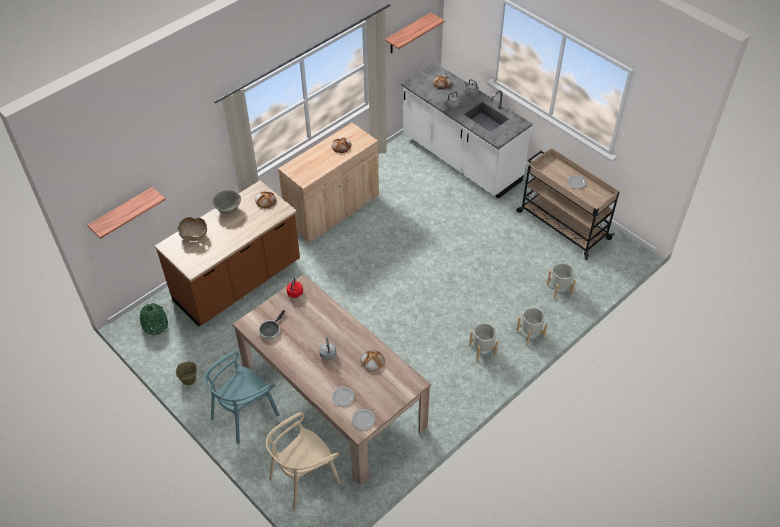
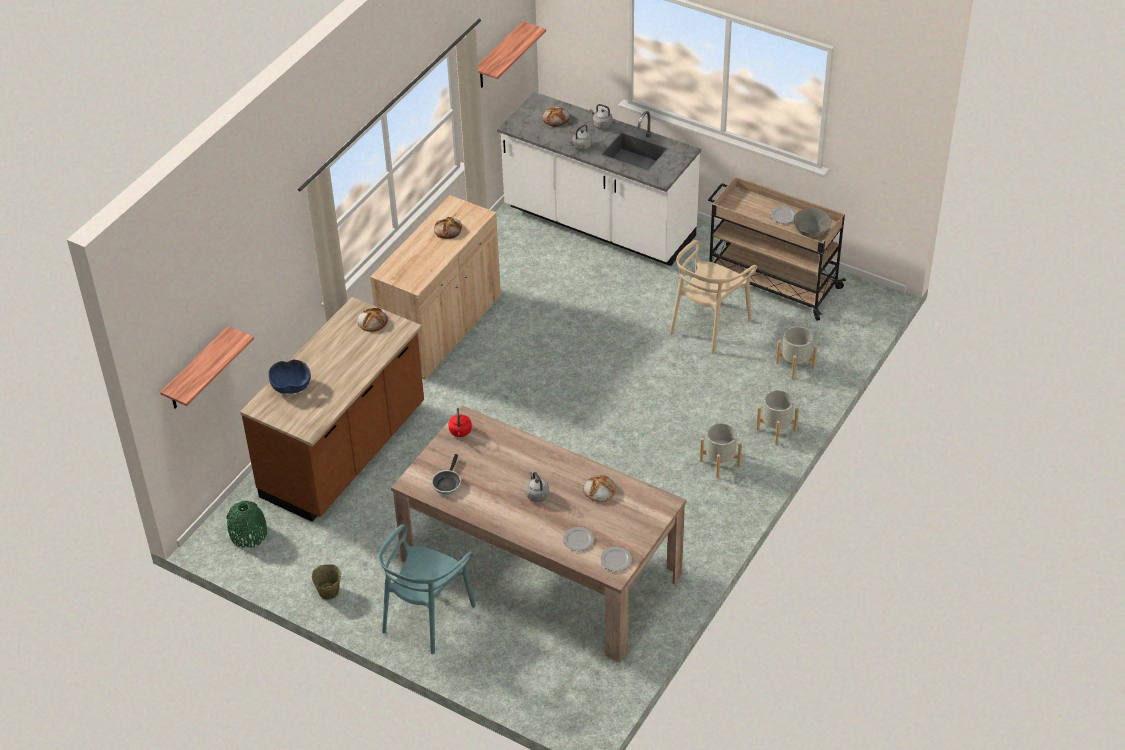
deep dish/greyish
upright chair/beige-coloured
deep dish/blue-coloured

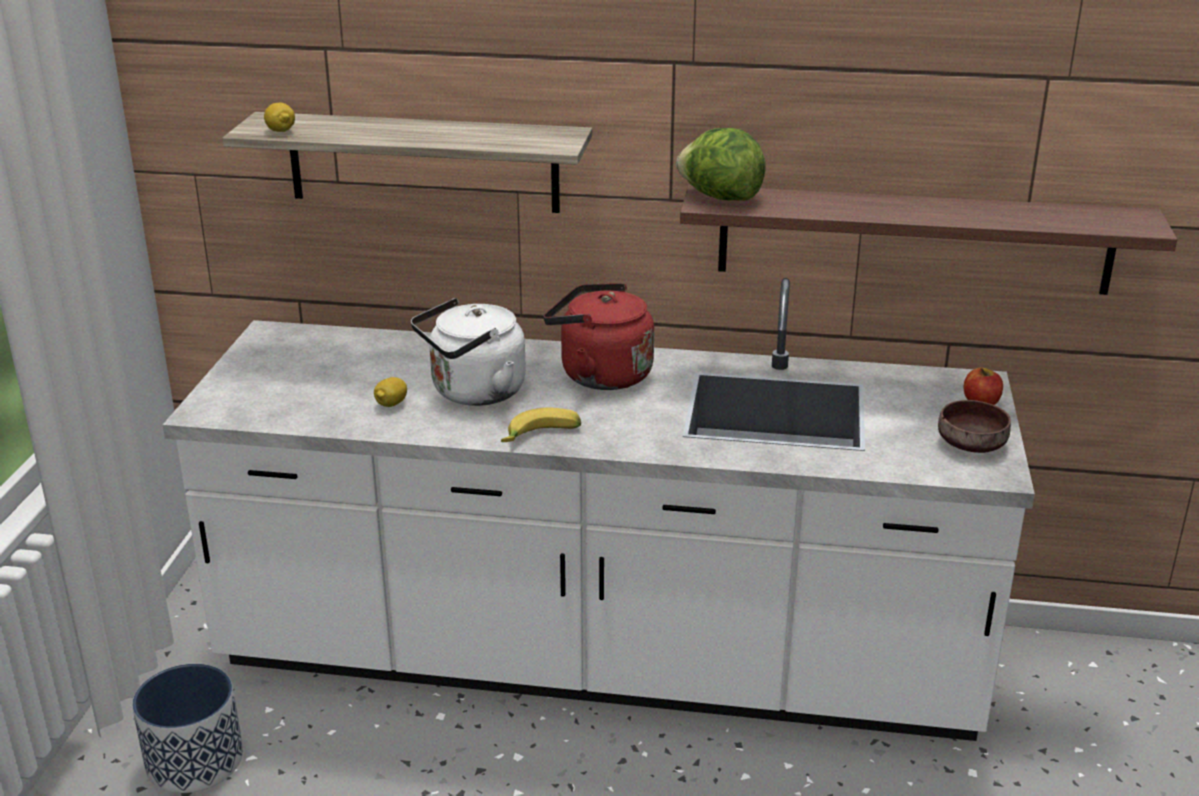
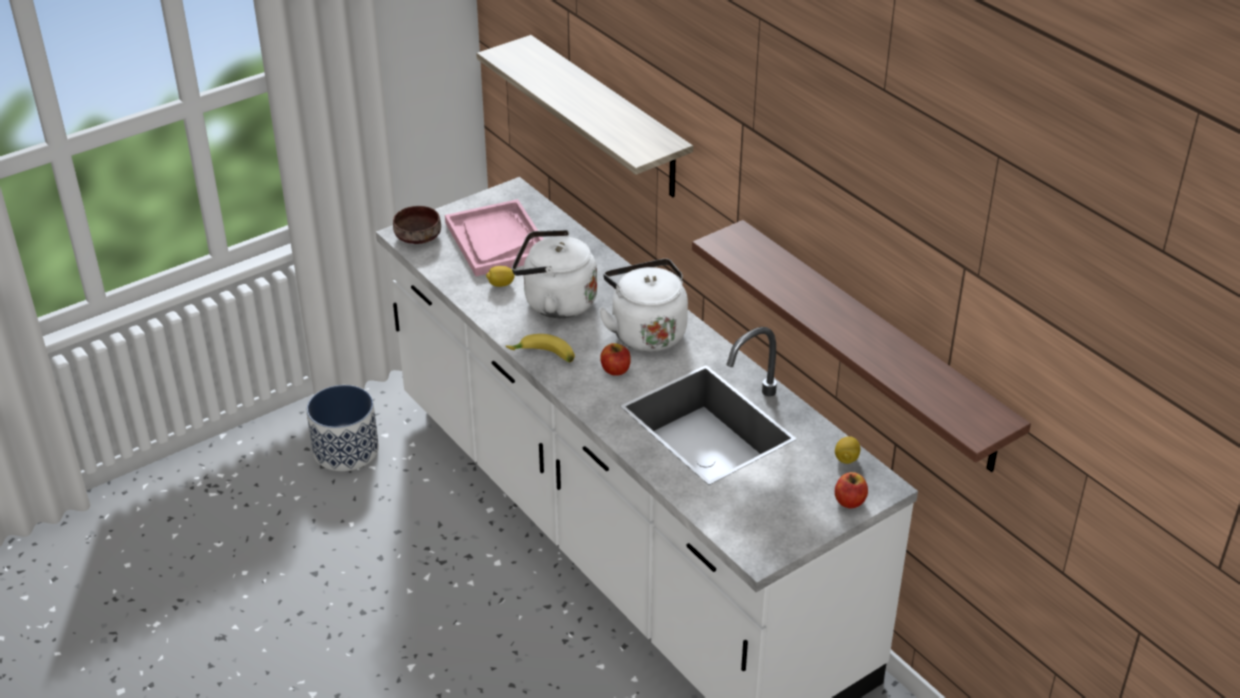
lettuce head
tray/pinkish
apple (no. 1 from left)
whole lemon (no. 2 from left)
deep dish/brown-coloured
kettle/white (no. 2 from left)

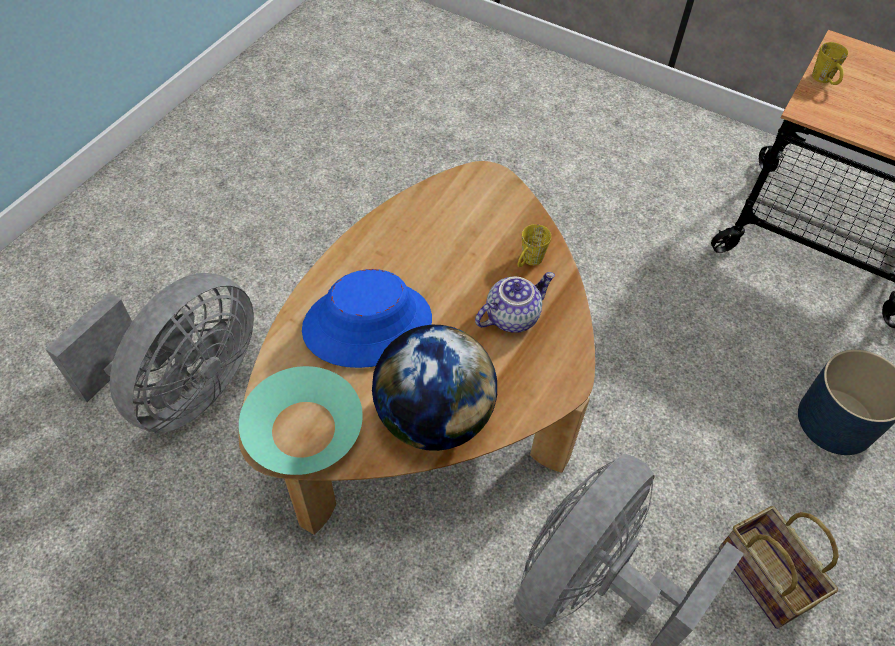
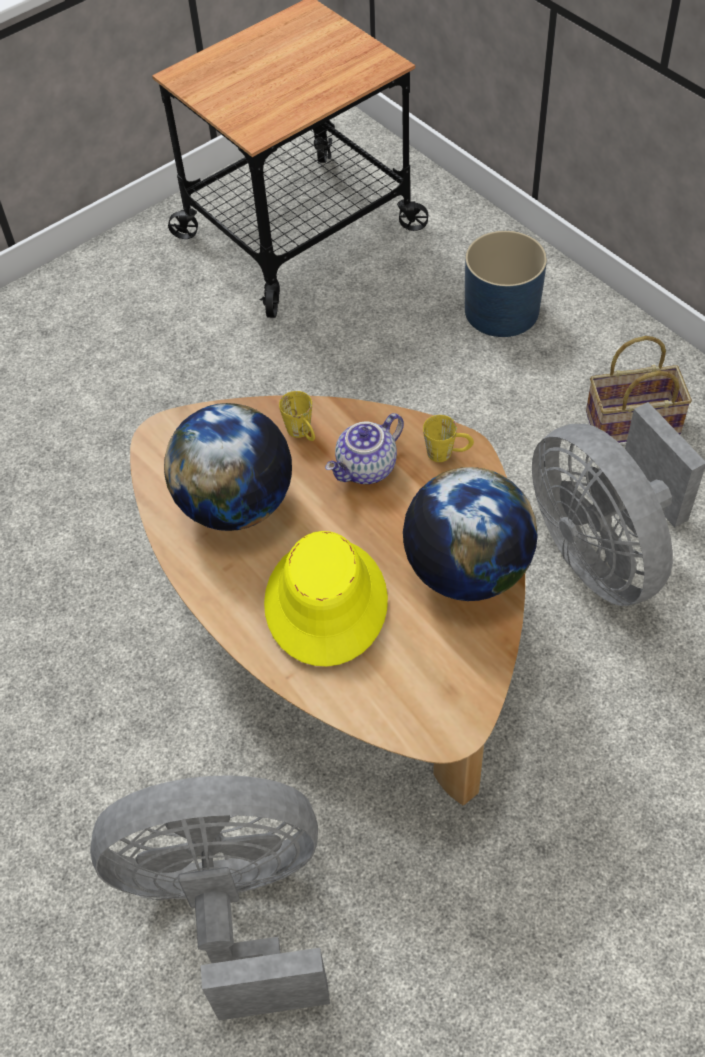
deep dish/turquoise
world globe (no. 1 from left)
mug/yellow-coloured (no. 2 from left)
clothing hat/yellow-coloured
fan/greyish (no. 1 from left)
tea pot

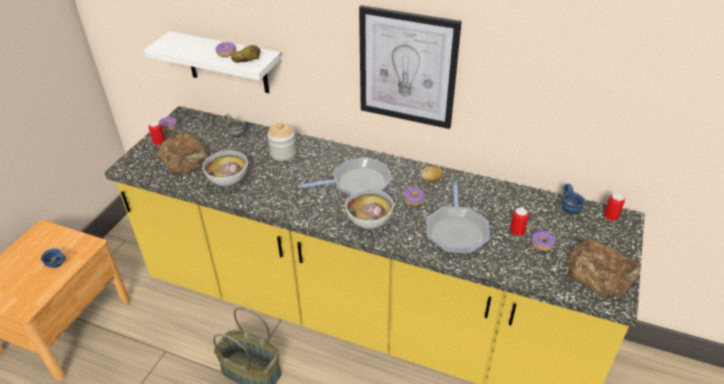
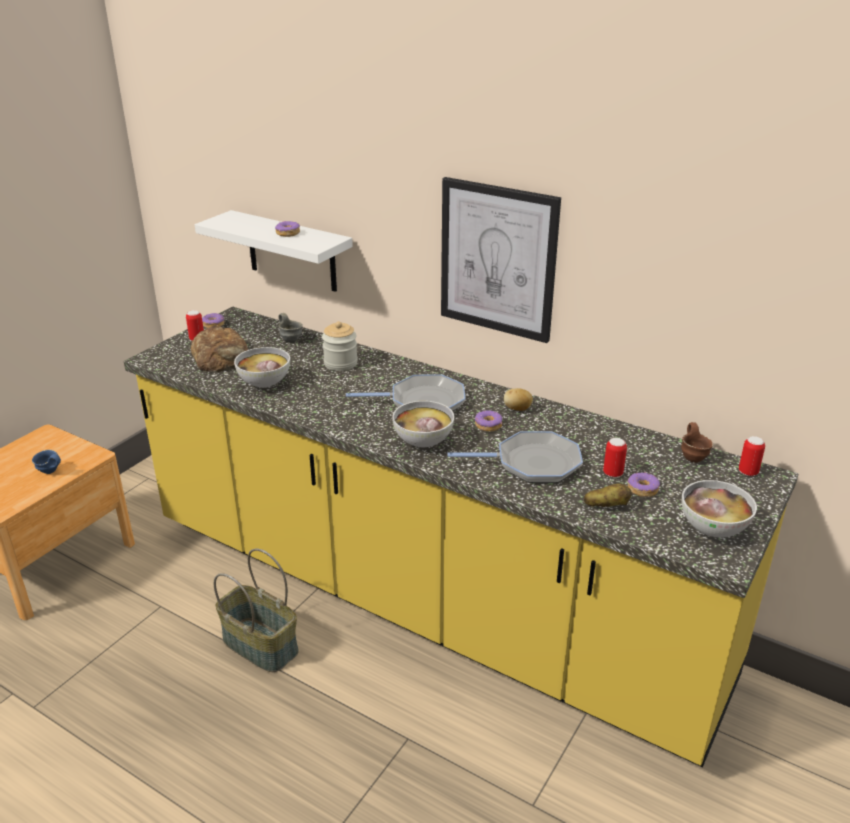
whole potato (no. 2 from left)
deep dish (no. 3 from left)
mug/brown-coloured
frying pan (no. 2 from left)

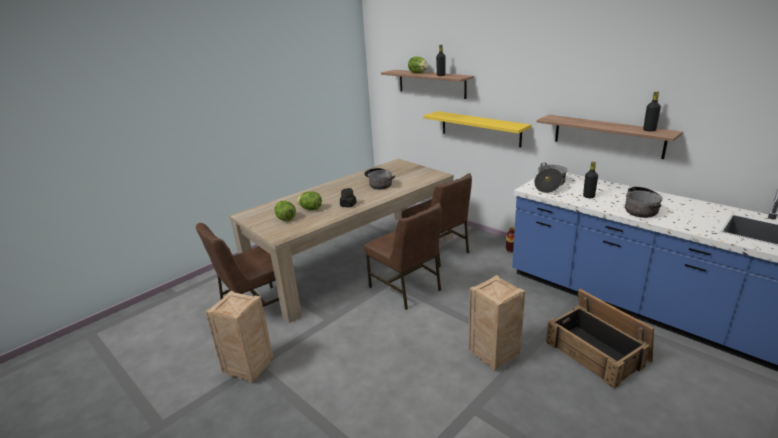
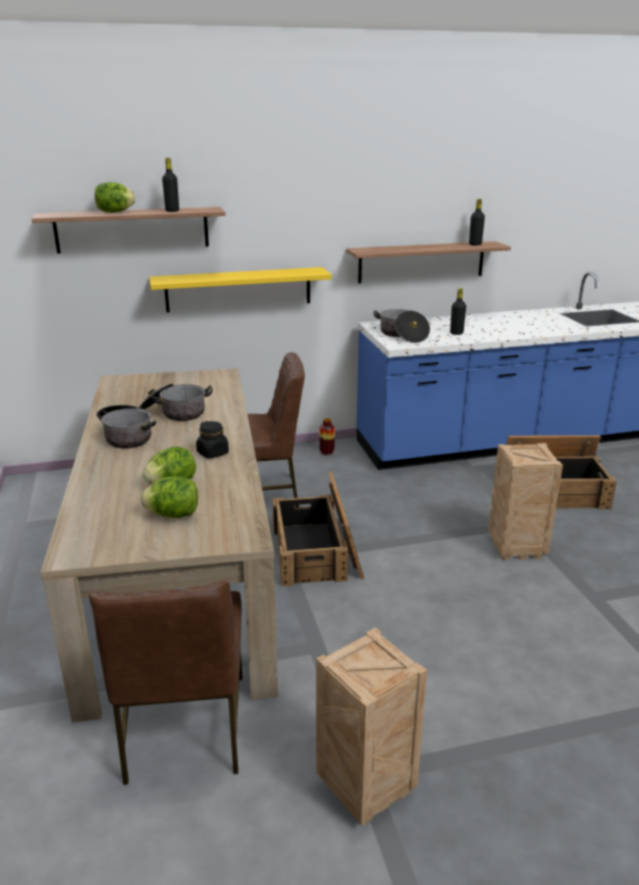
cooking pot (no. 1 from left)
packing crate (no. 1 from left)

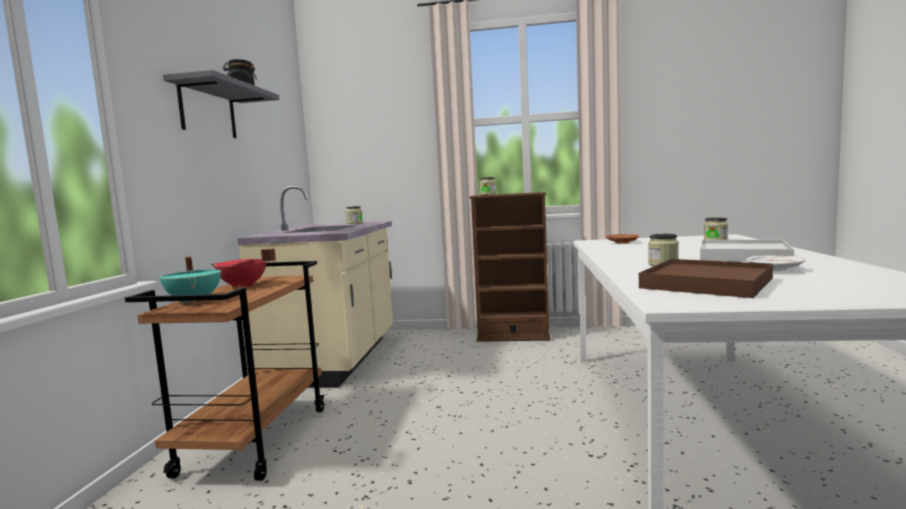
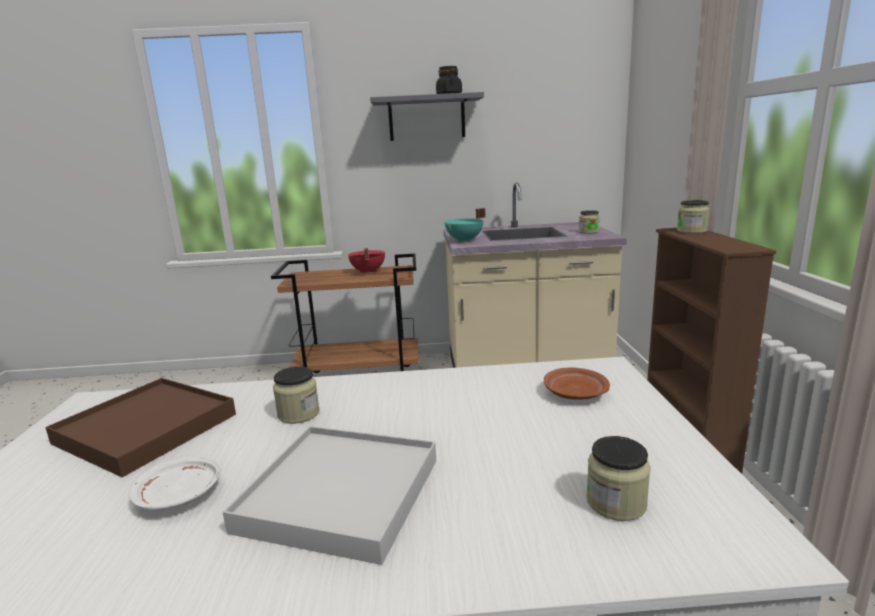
cooking pot/turquoise

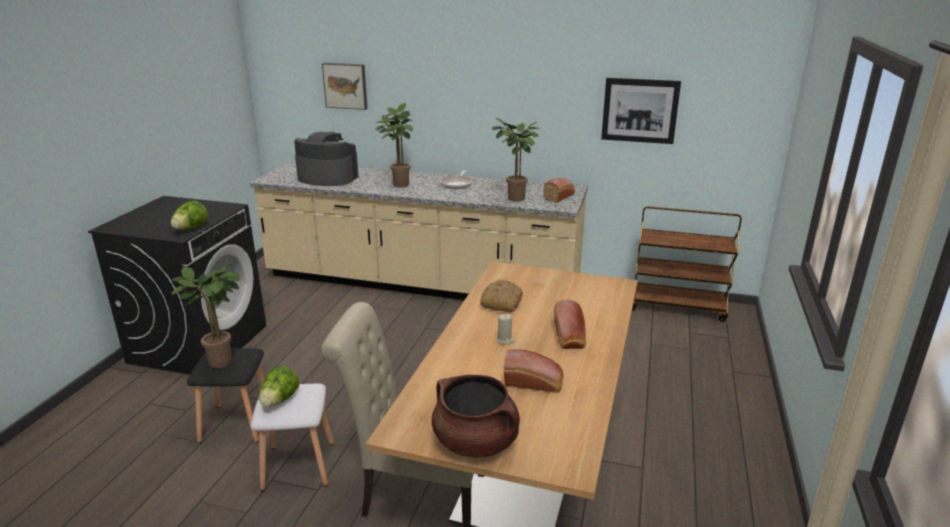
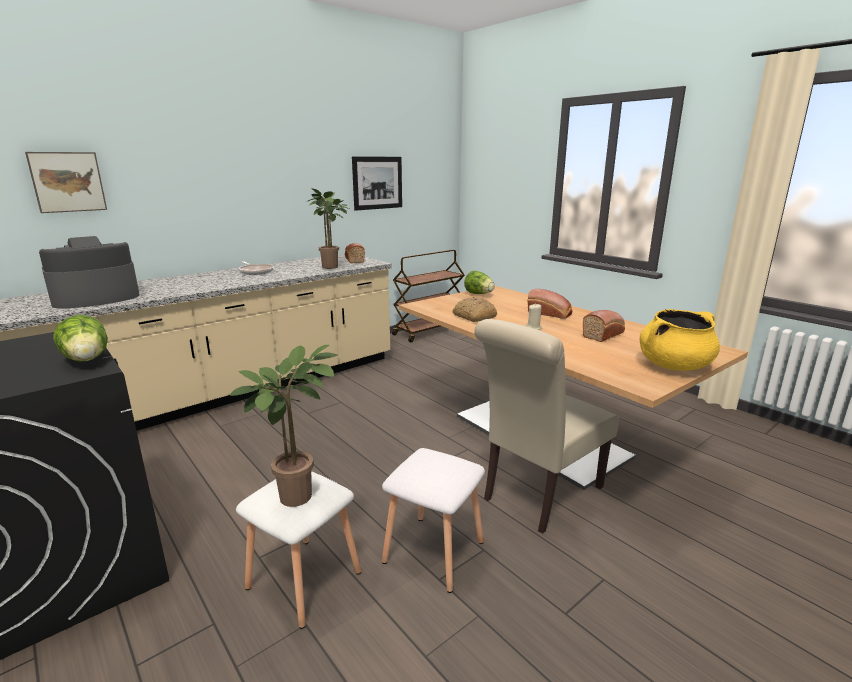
houseplant (no. 2 from left in the first image)
lettuce head (no. 2 from left)
stool seat/white (no. 1 from left)
cooking pot/yellow-coloured

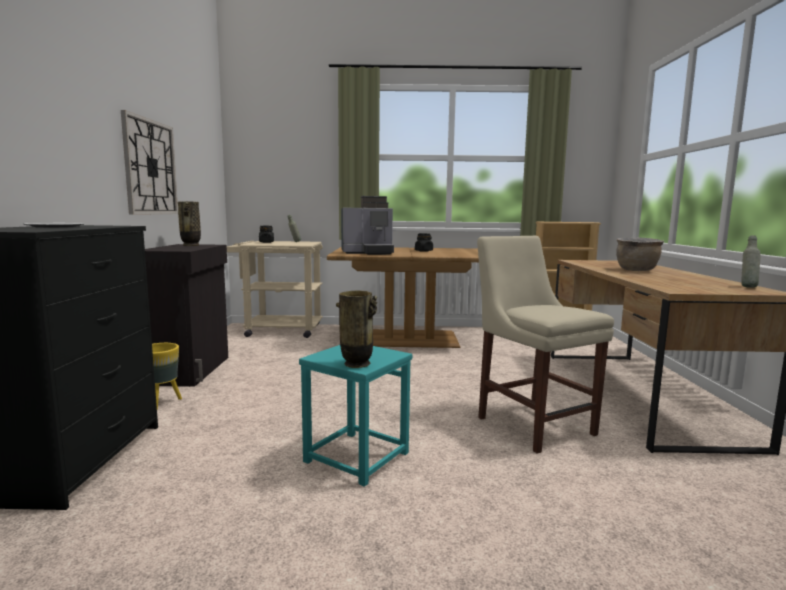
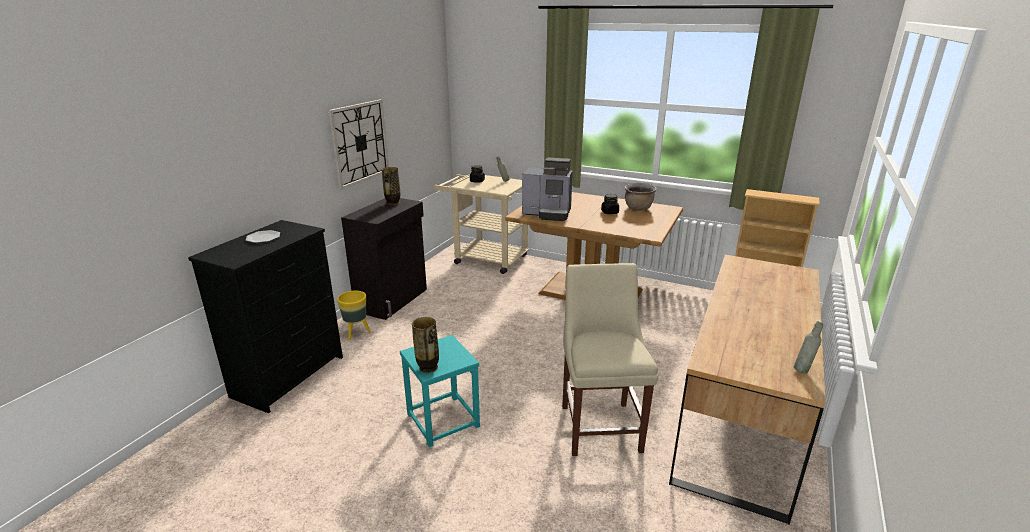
cooking pot/brown-coloured

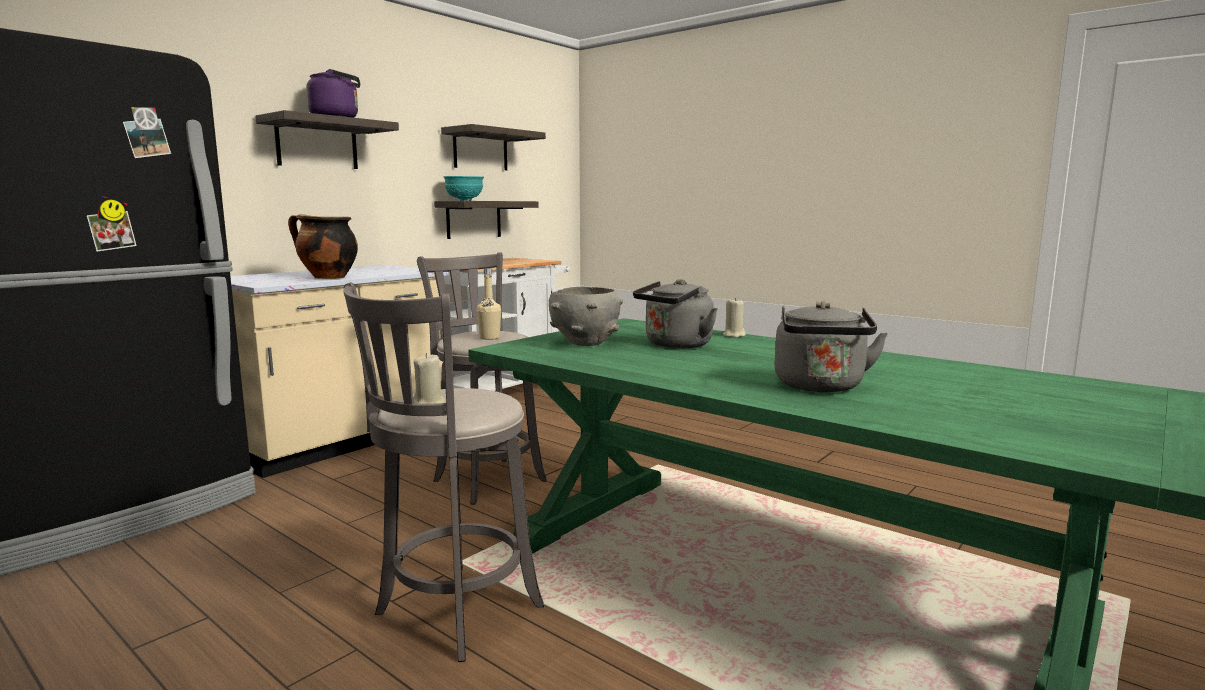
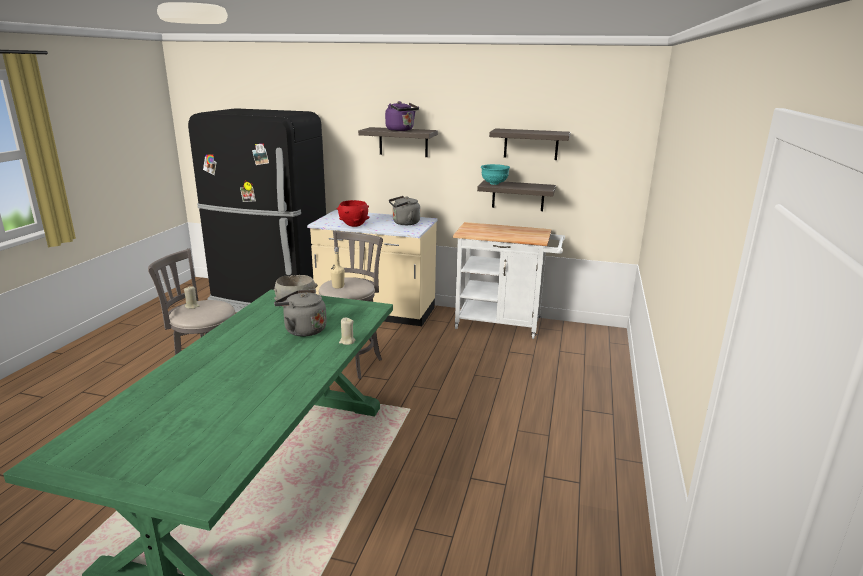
kettle/greyish (no. 2 from left)
deep dish/red

